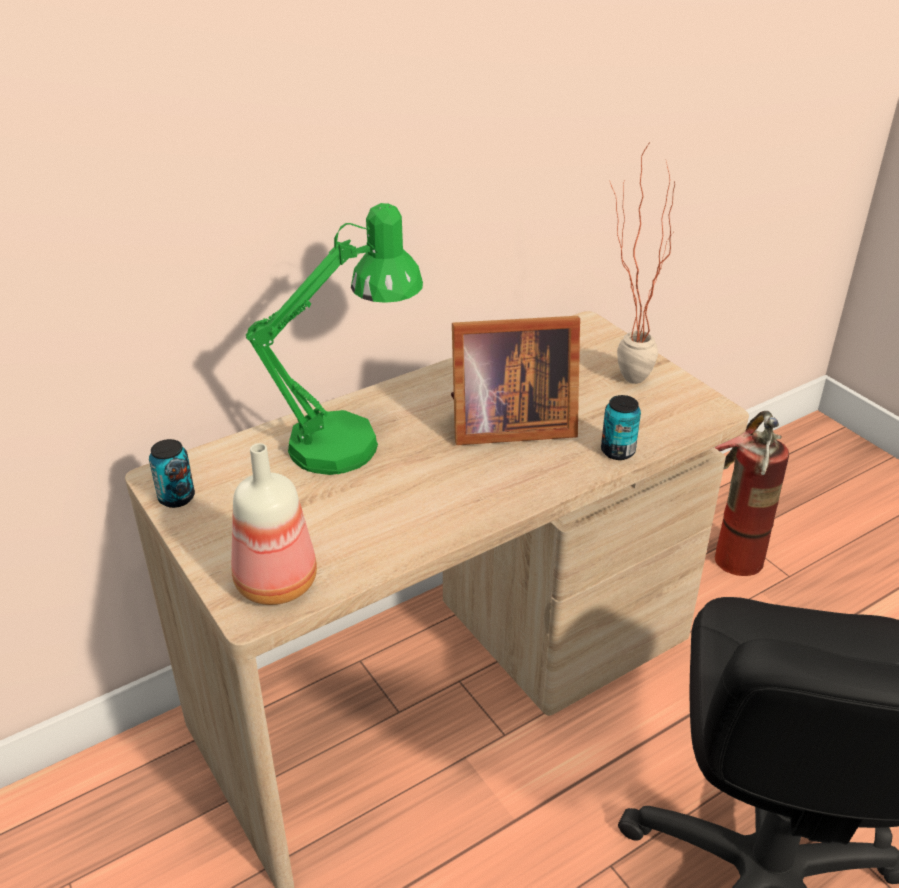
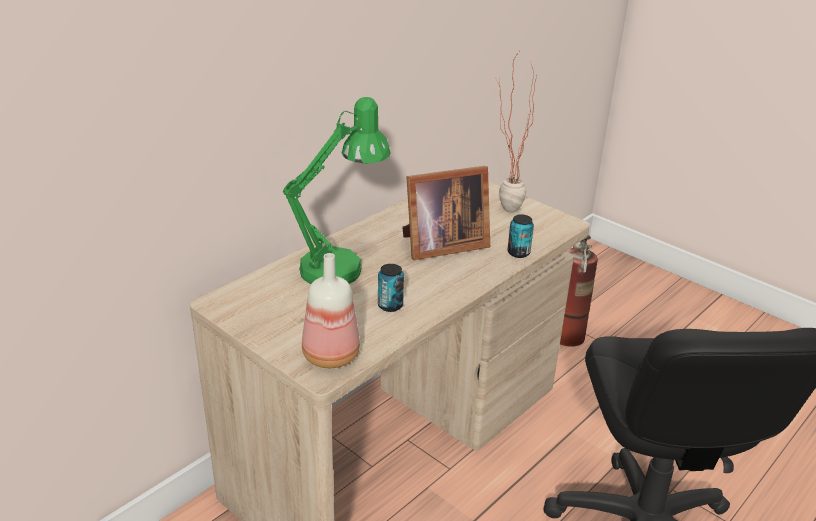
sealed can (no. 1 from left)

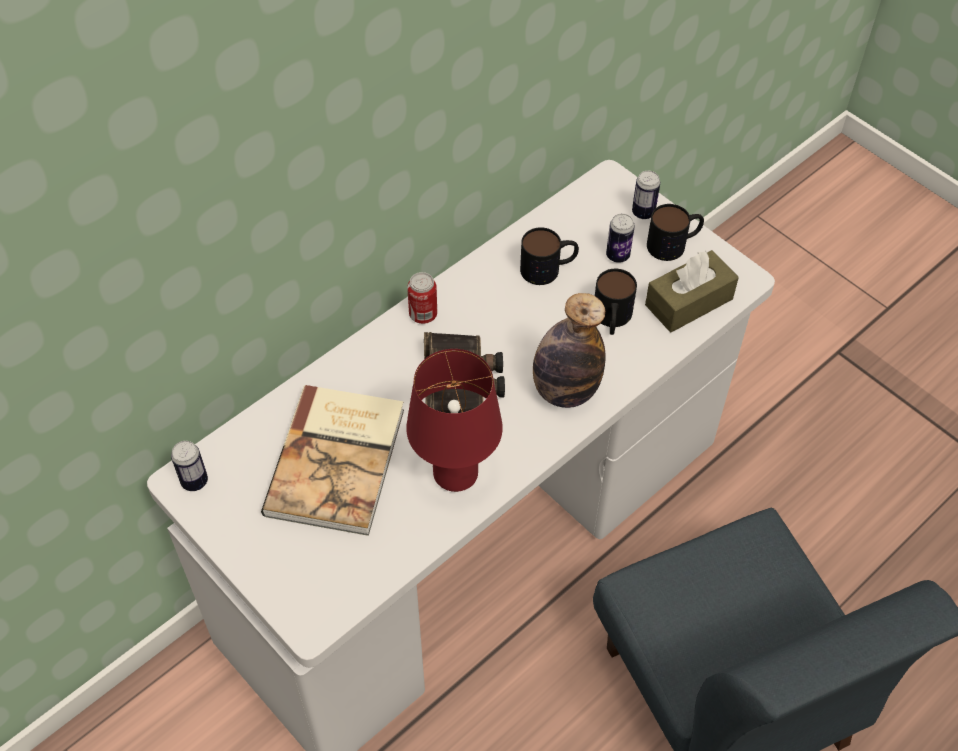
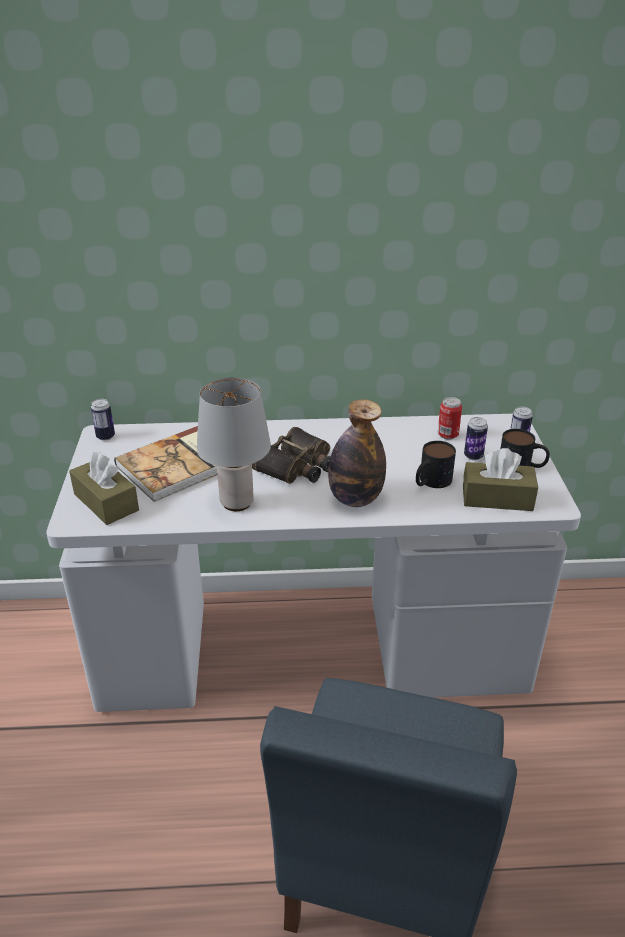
mug (no. 1 from left in the first image)
tissue holder/brown-coloured (no. 1 from left)
sealed can (no. 2 from left)
table lamp/greyish

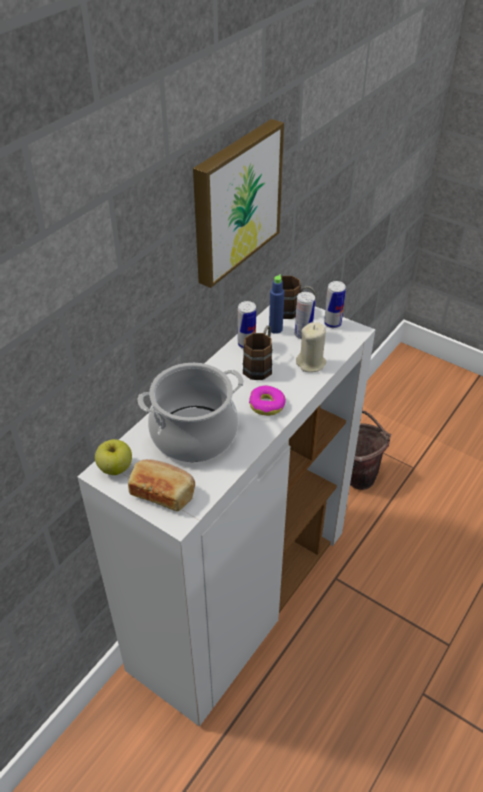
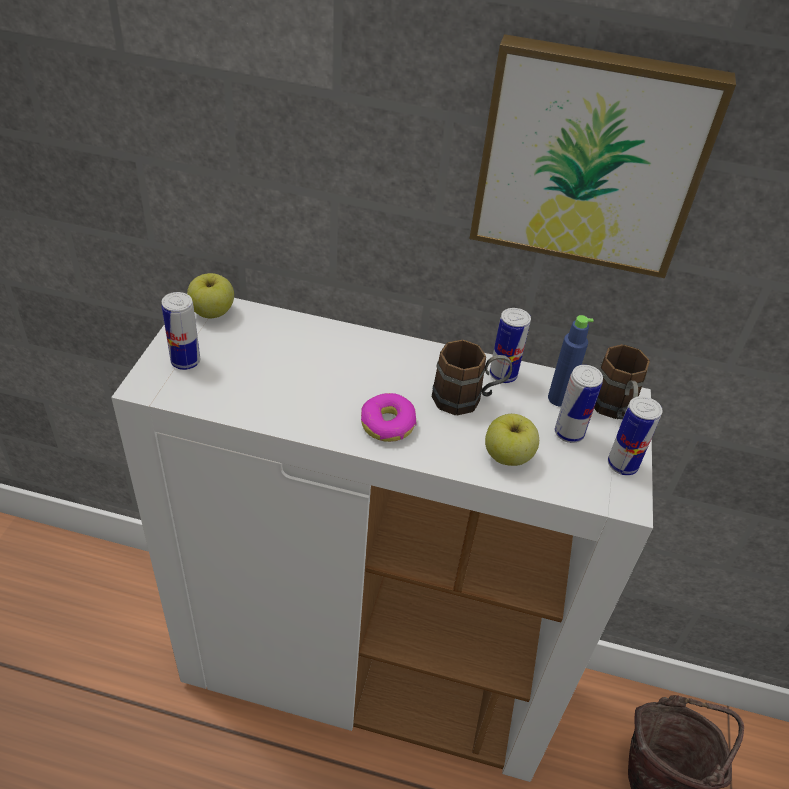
cooking pot
sealed can (no. 1 from left)
apple (no. 2 from left)

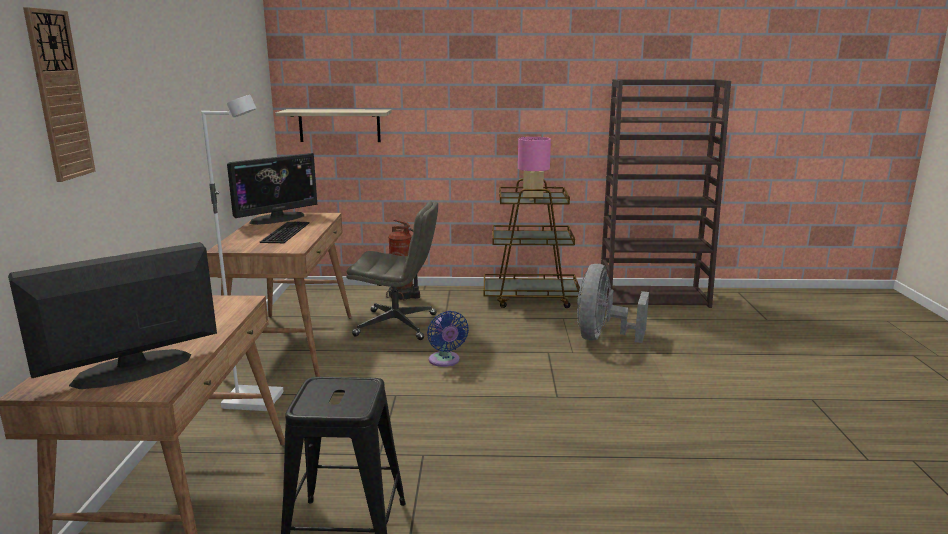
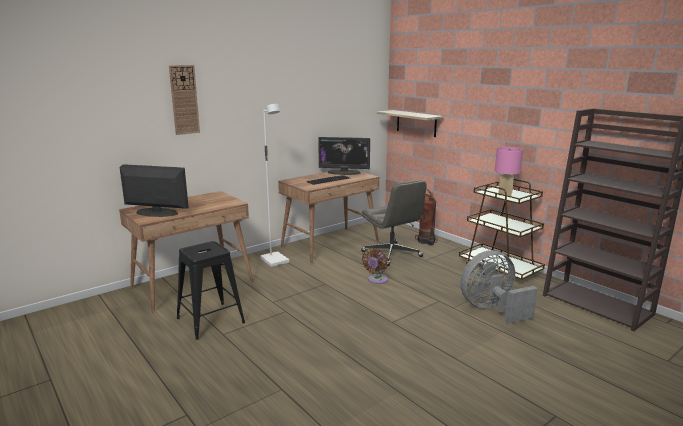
fan/brown-coloured

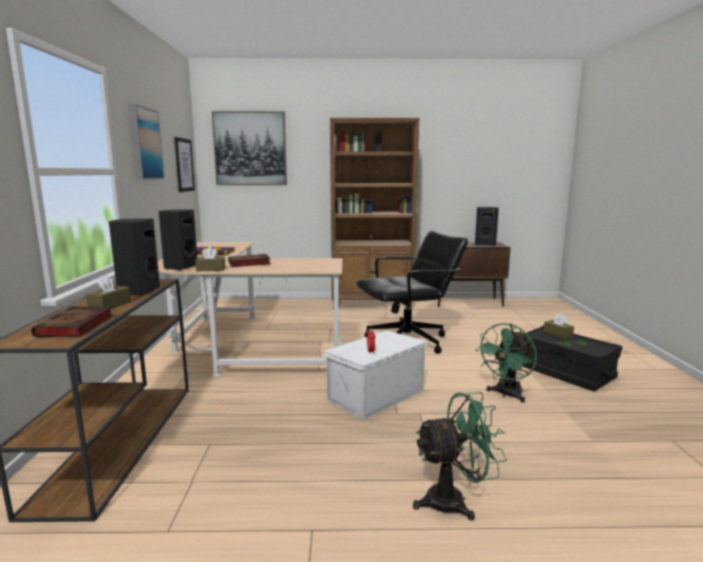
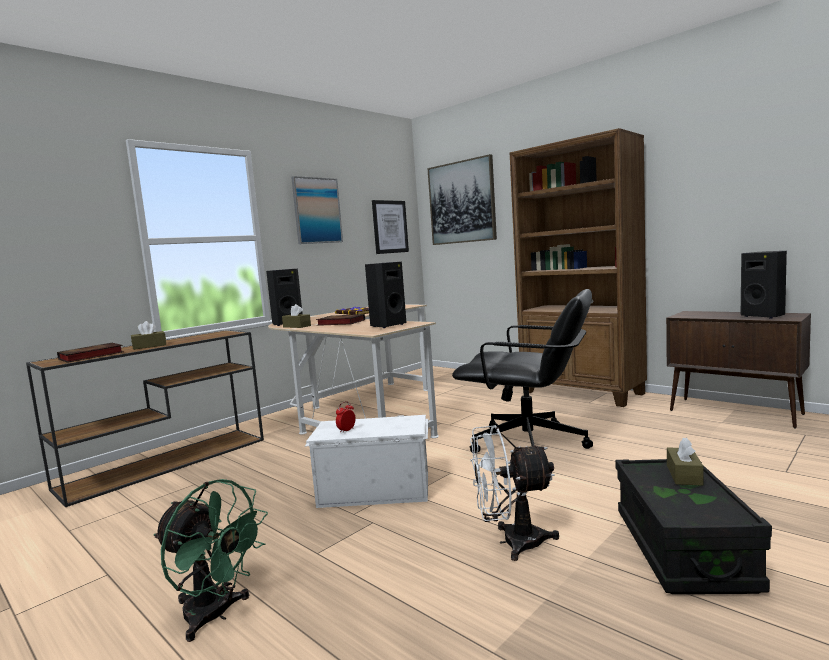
loudspeaker/black (no. 2 from left)
fan/white

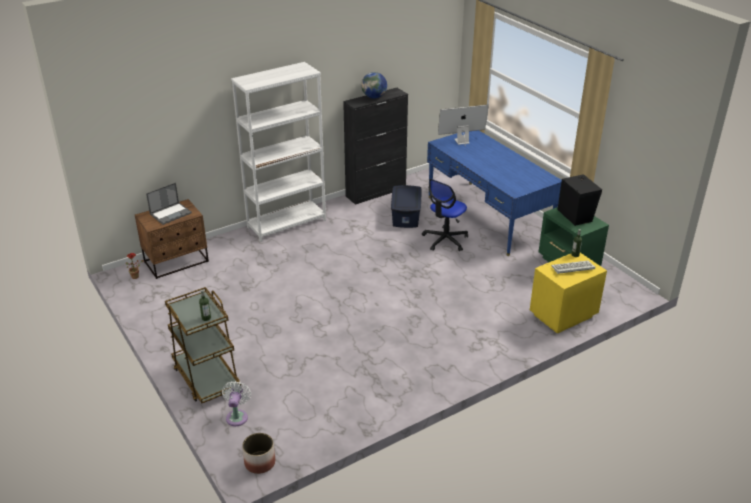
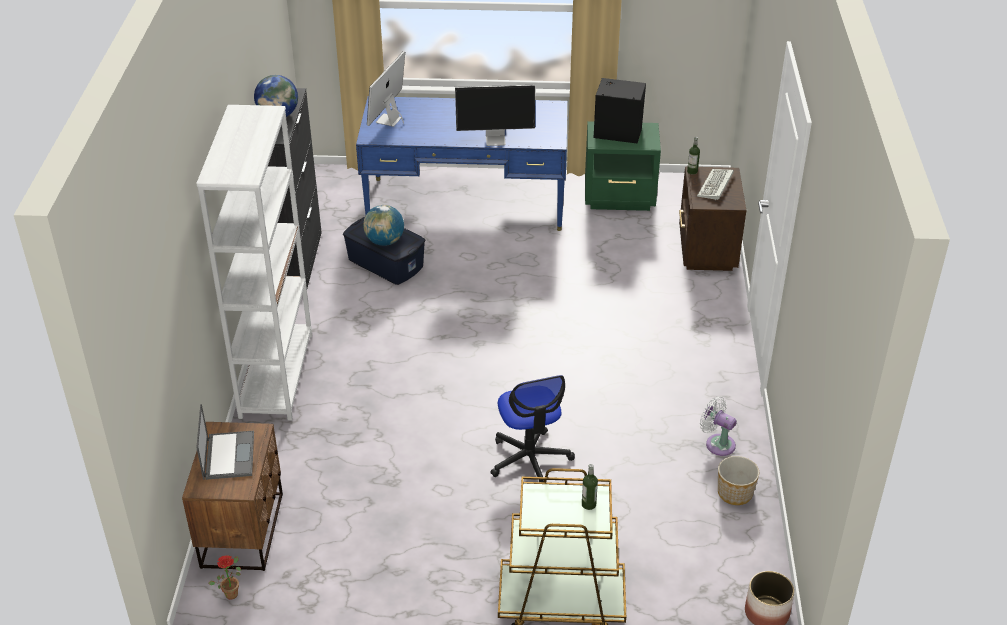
world globe (no. 2 from left)
computer display (no. 2 from left)
flower pot (no. 1 from left)
fan/white
office chair
nightstand/brown-coloured (no. 2 from left)

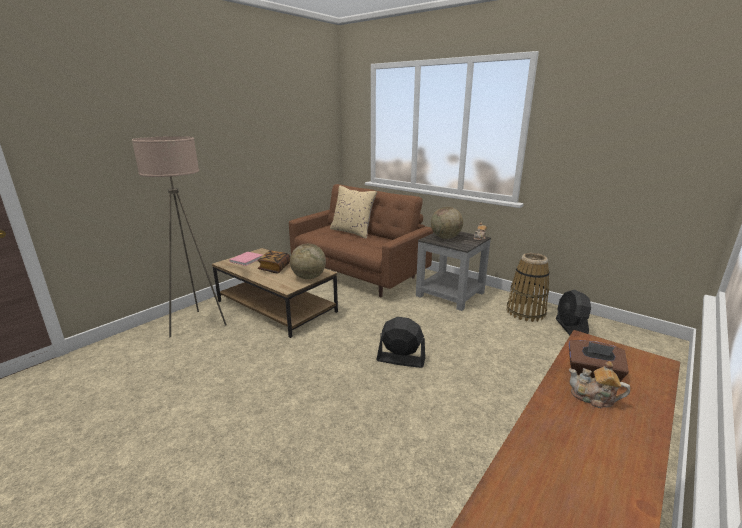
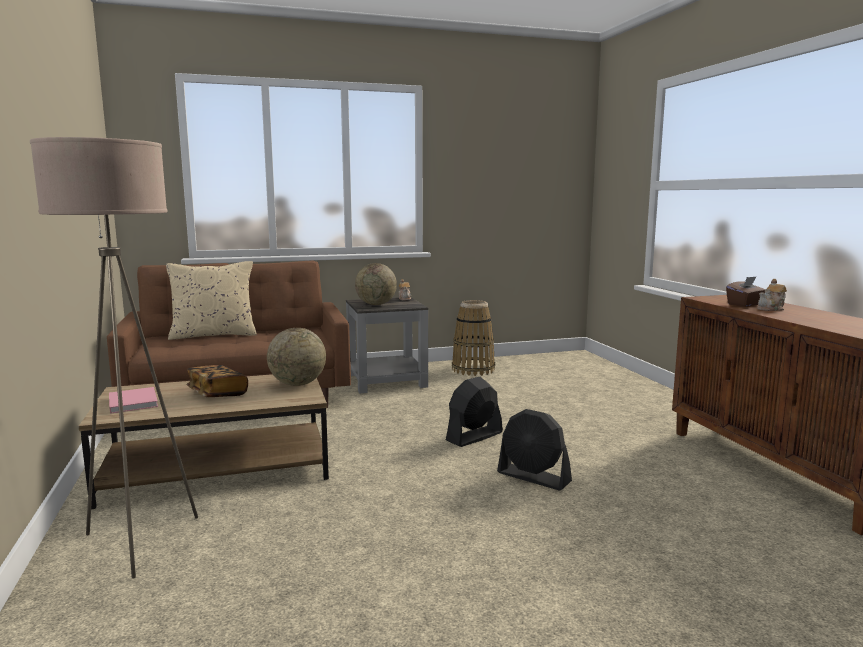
fan/black (no. 2 from left)

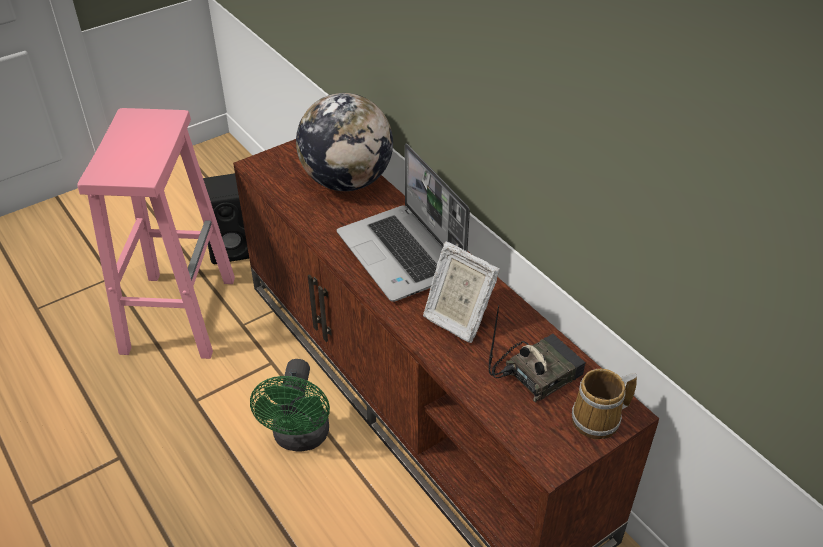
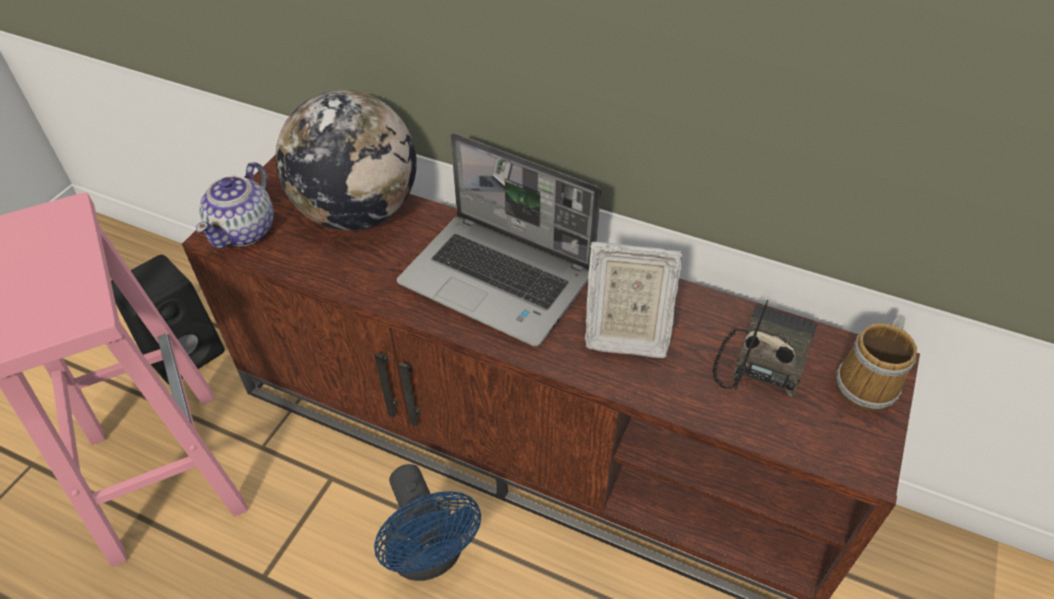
tea pot
fan/blue-coloured

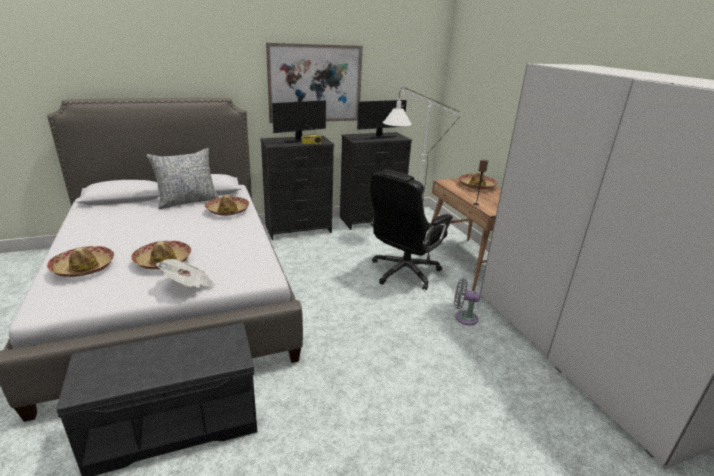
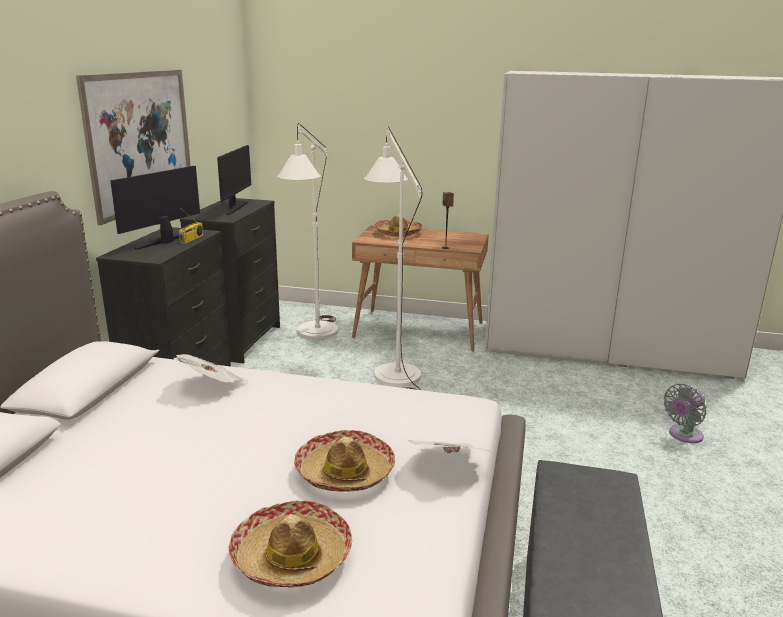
cushion
fan/greyish
daily paper (no. 1 from left)
standard lamp/white (no. 2 from left)
computer display (no. 1 from left)

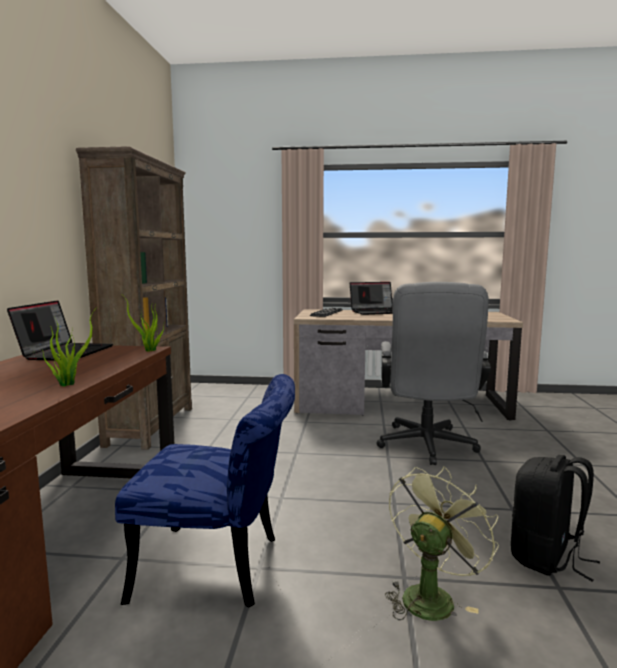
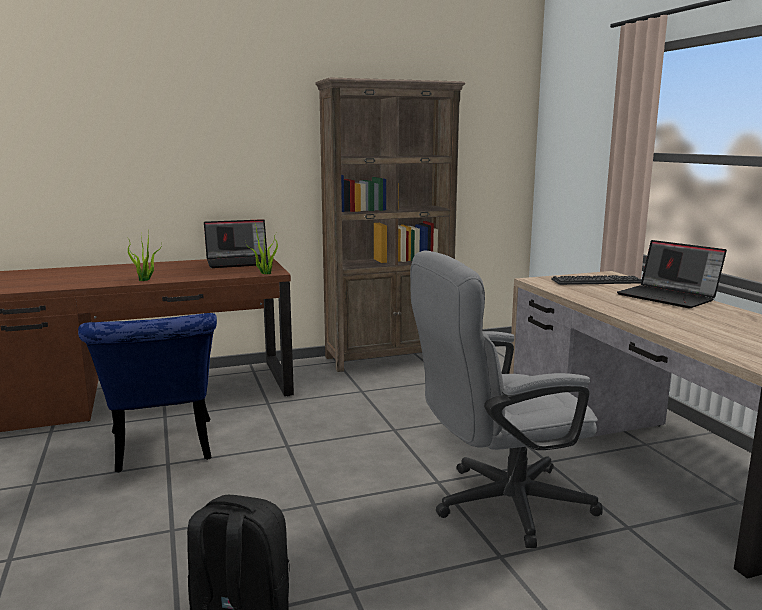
fan/greenish

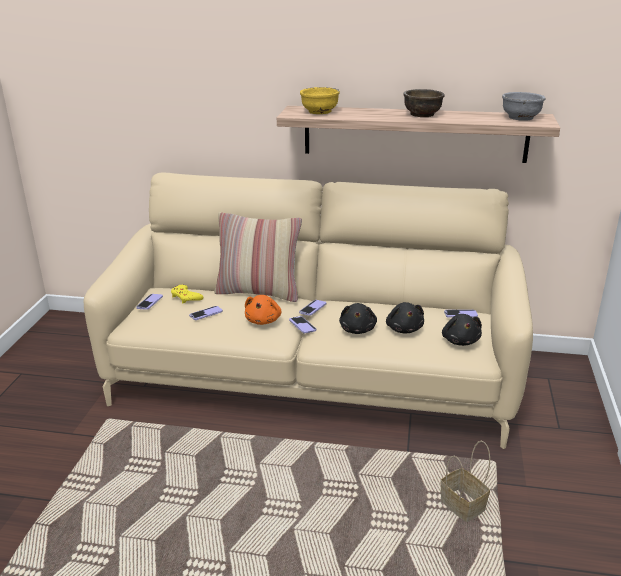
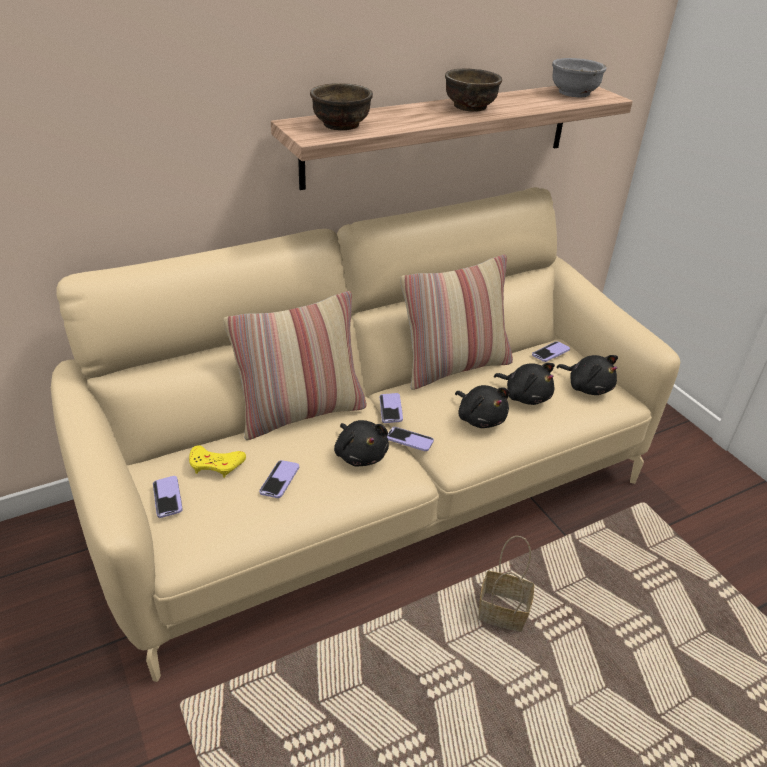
cushion (no. 2 from left)
basket
cuddly toy/black (no. 1 from left)
deep dish/brown-coloured (no. 1 from left)

